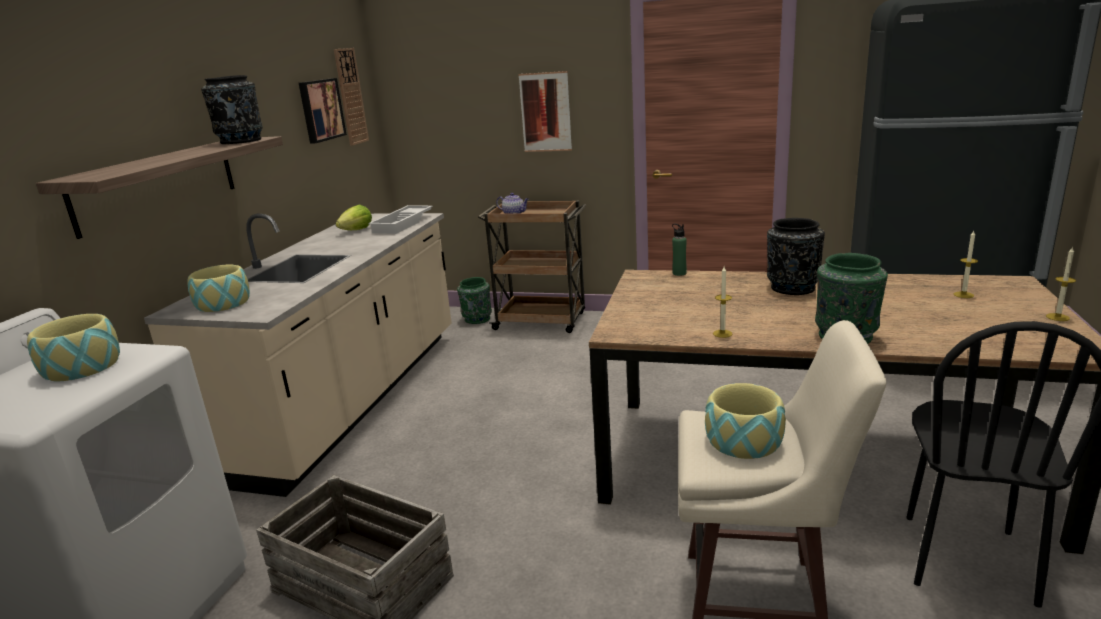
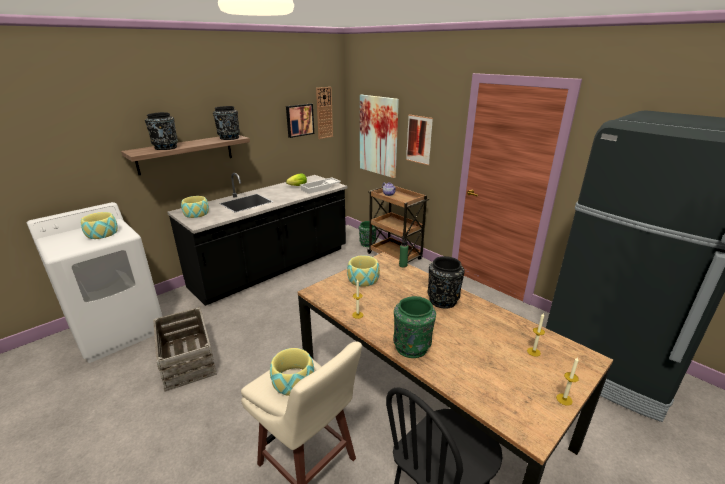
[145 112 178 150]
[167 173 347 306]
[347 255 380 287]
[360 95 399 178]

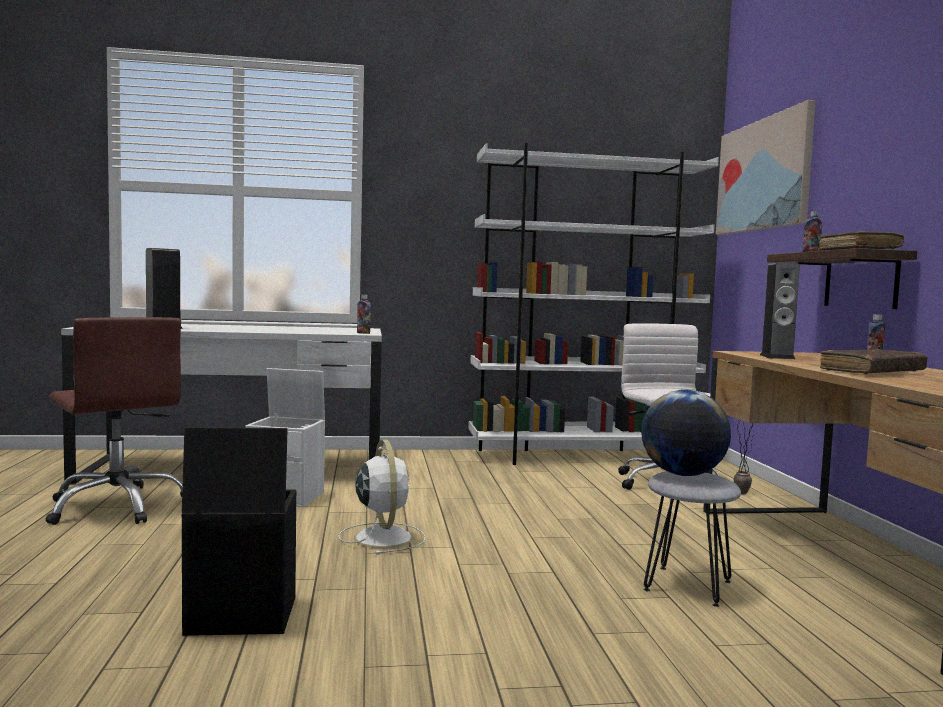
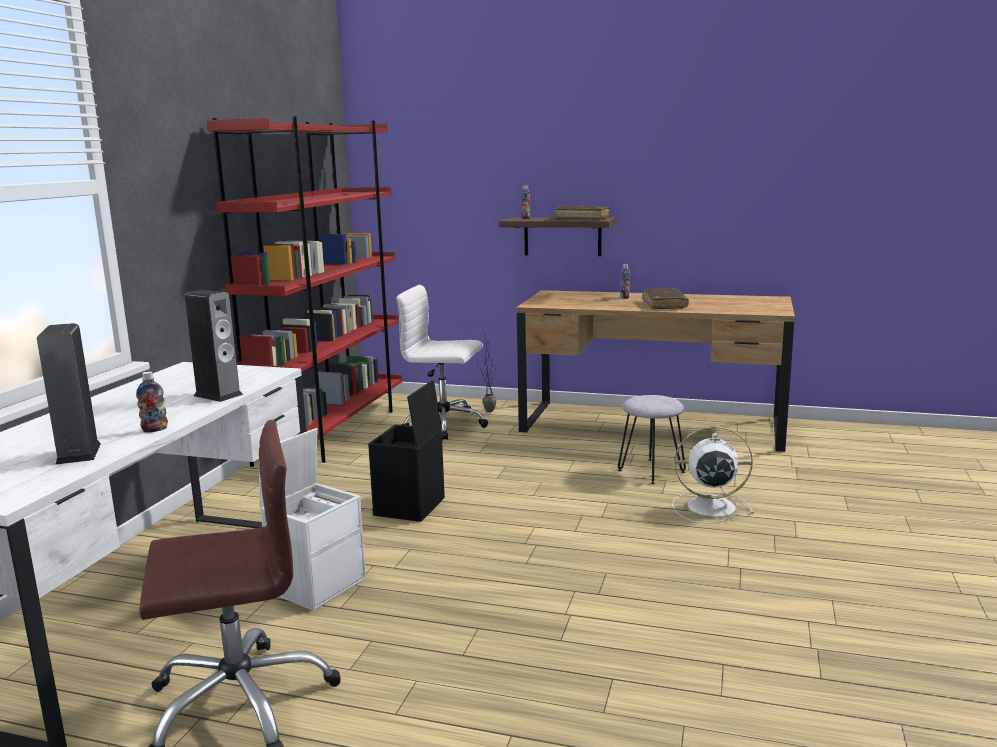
[136 372 168 432]
[185 290 243 402]
[206 116 402 467]
[368 380 445 522]
[672 426 754 523]
[641 390 731 476] (first image)
[716 100 816 235] (first image)

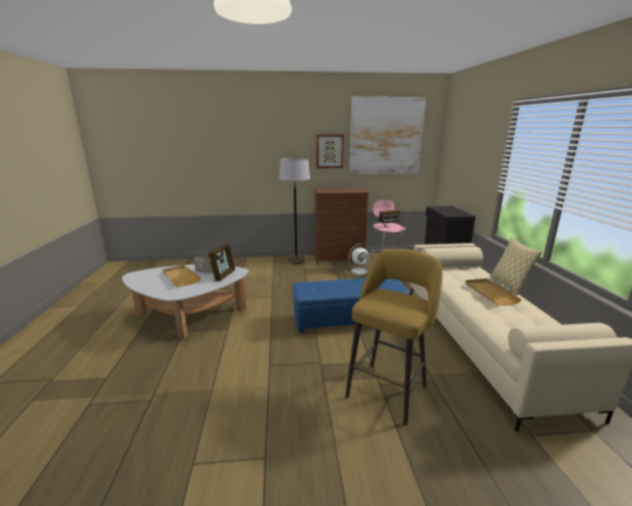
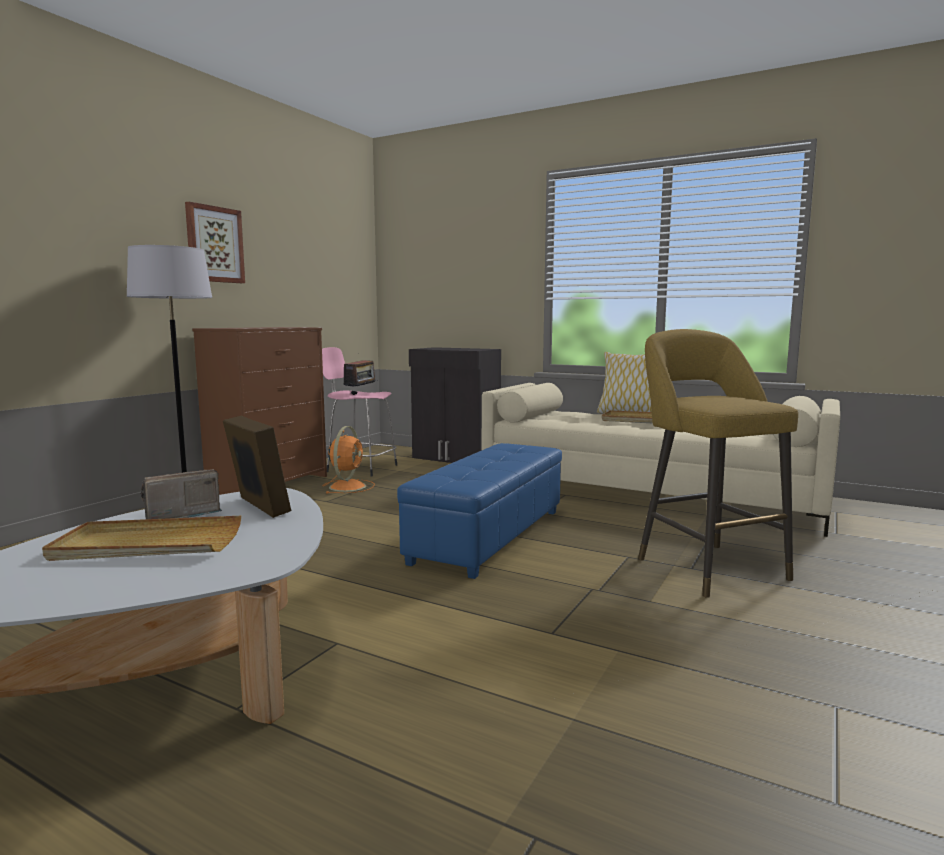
[322 426 375 494]
[349 97 426 175] (first image)

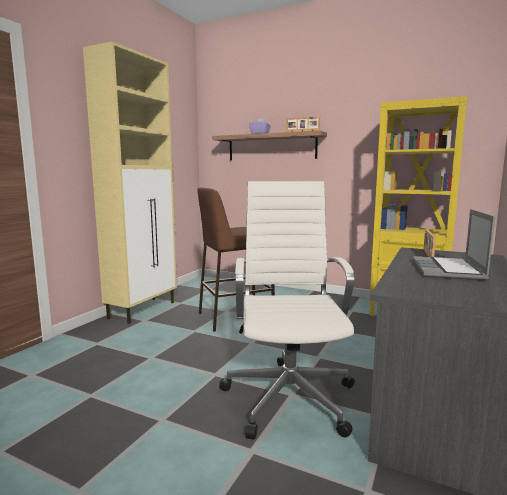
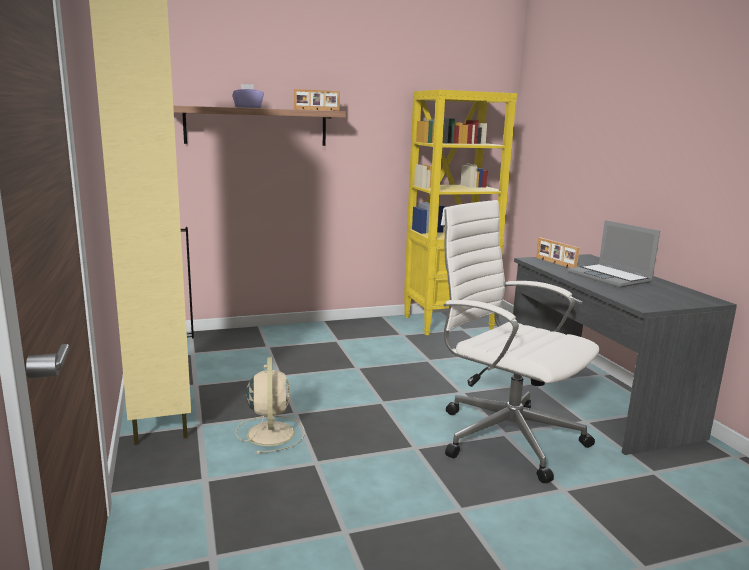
[235 357 305 454]
[197 187 275 332] (first image)

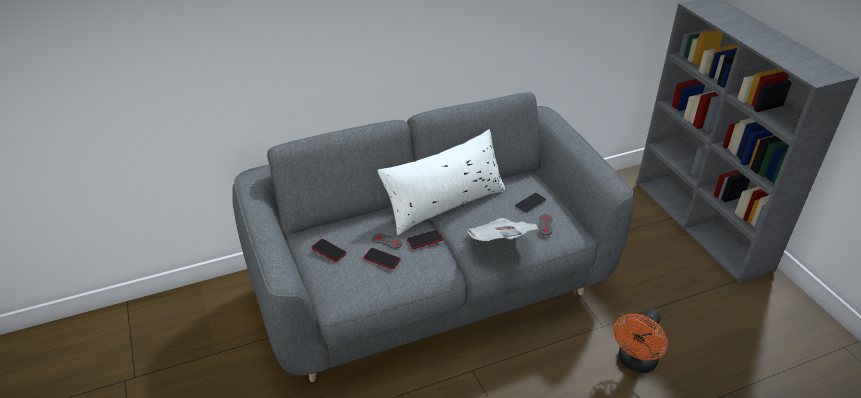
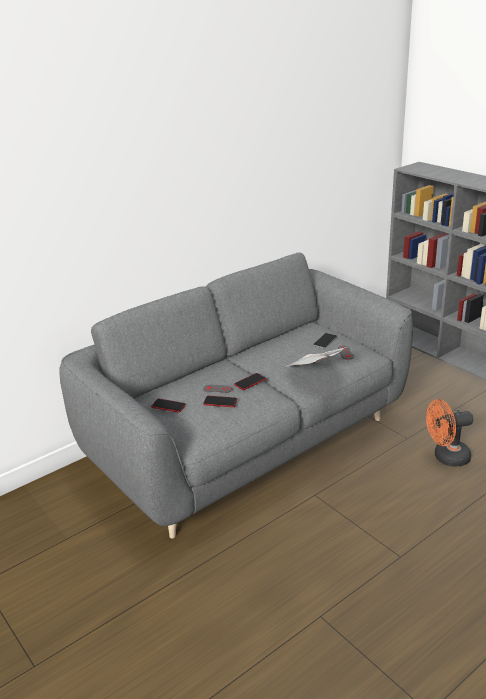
[426 399 473 467]
[377 129 506 235] (first image)

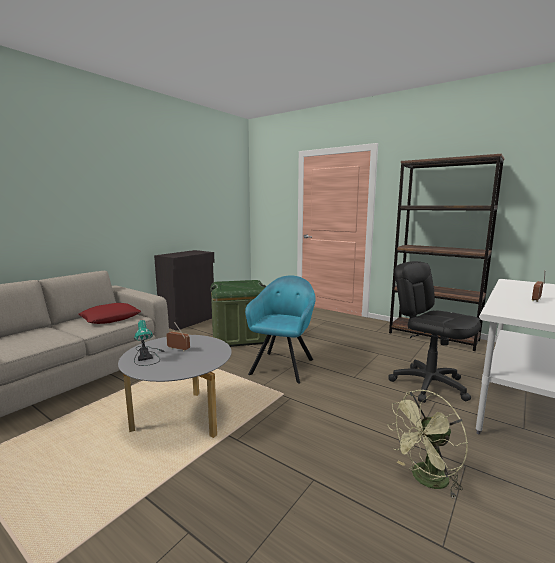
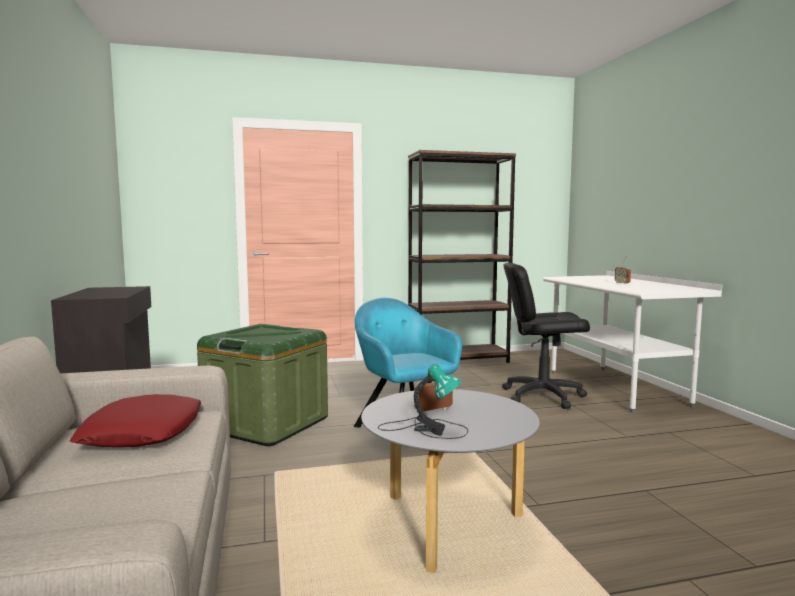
[387 390 468 499] (first image)

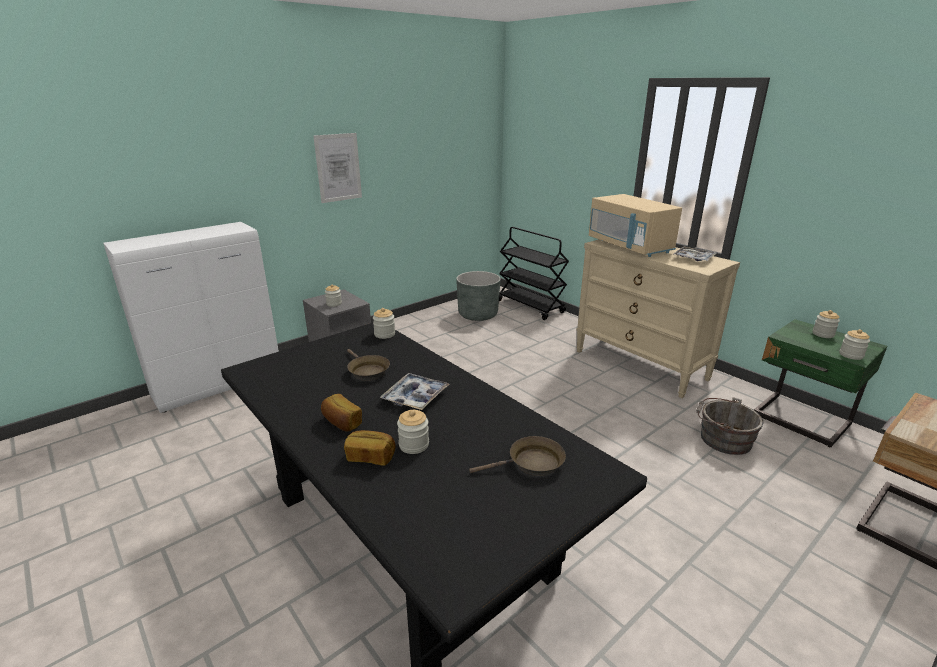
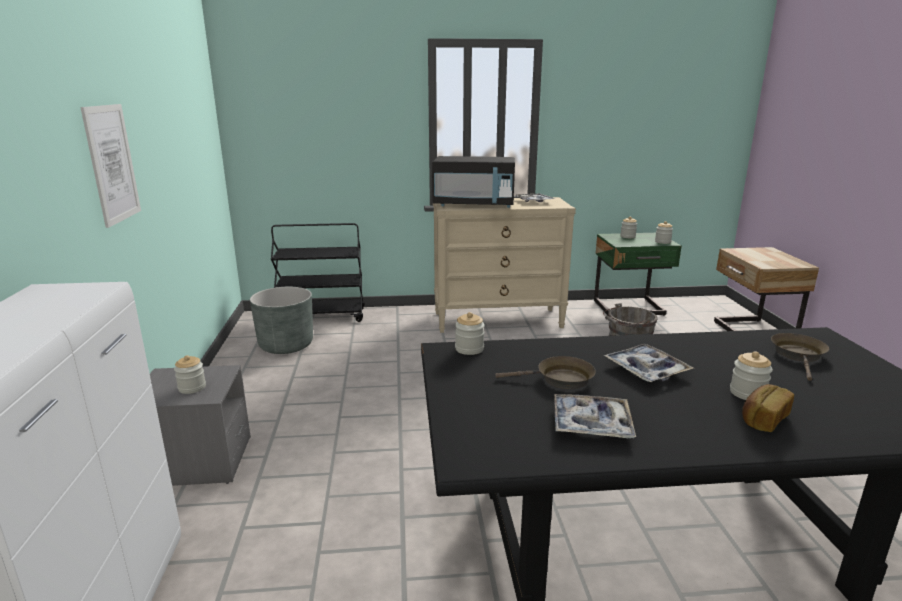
[432 156 515 208]
[554 394 636 438]
[321 394 362 431] (first image)

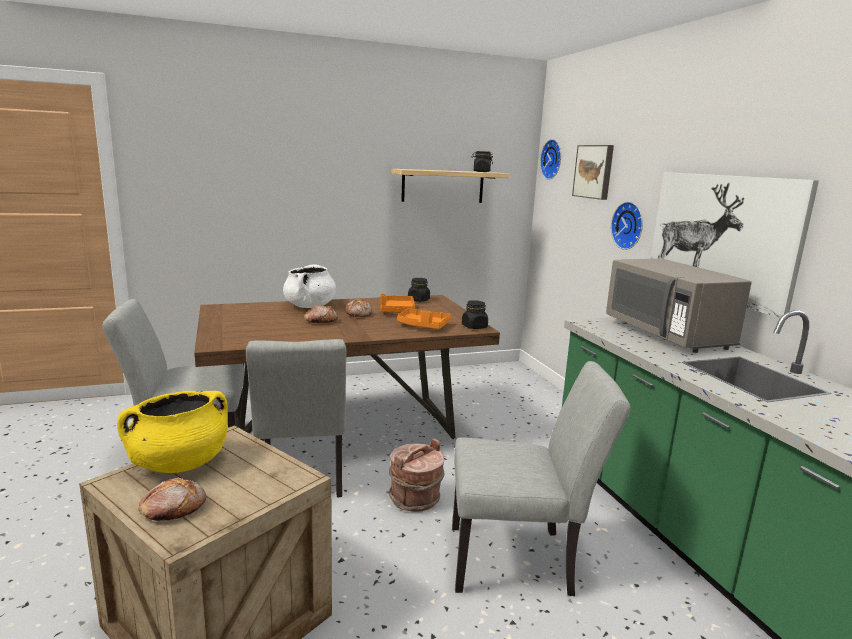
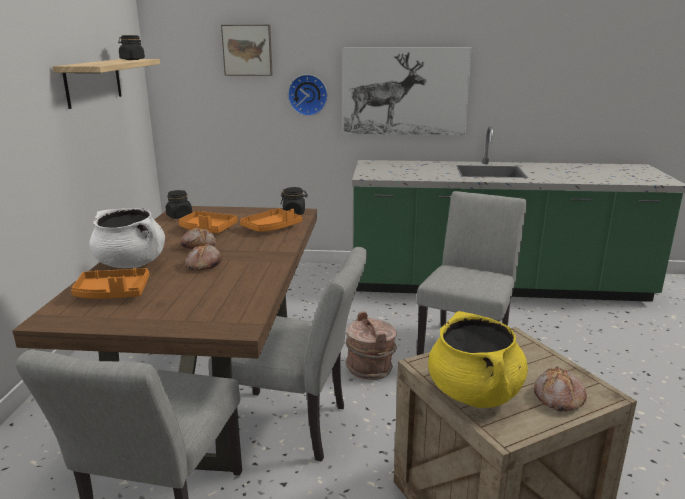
[71 268 149 299]
[540 139 561 180] (first image)
[606 259 752 353] (first image)

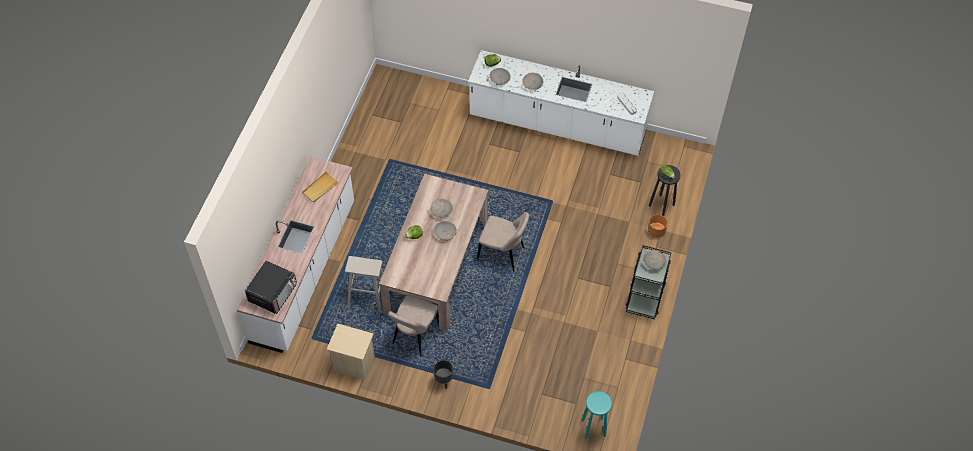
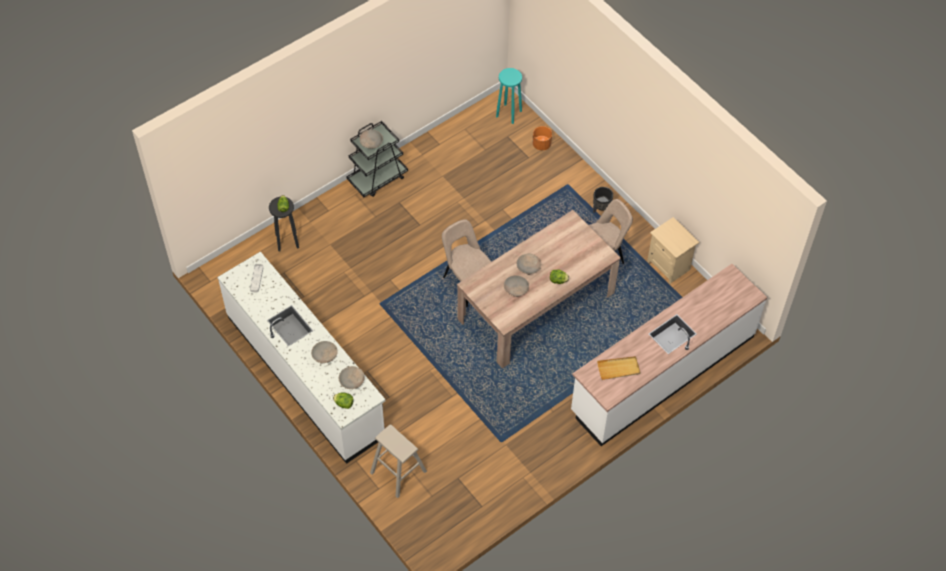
[370 424 427 498]
[533 126 552 150]
[245 261 297 314] (first image)

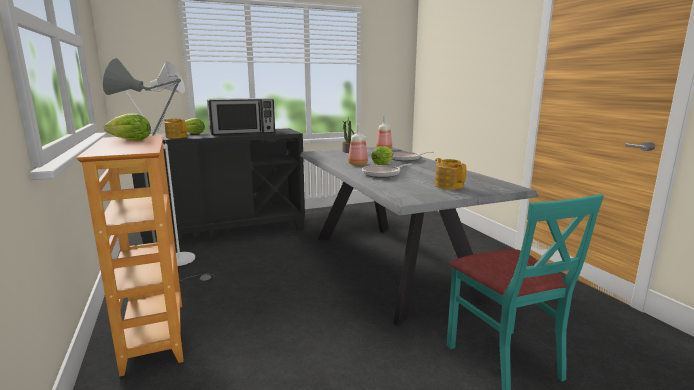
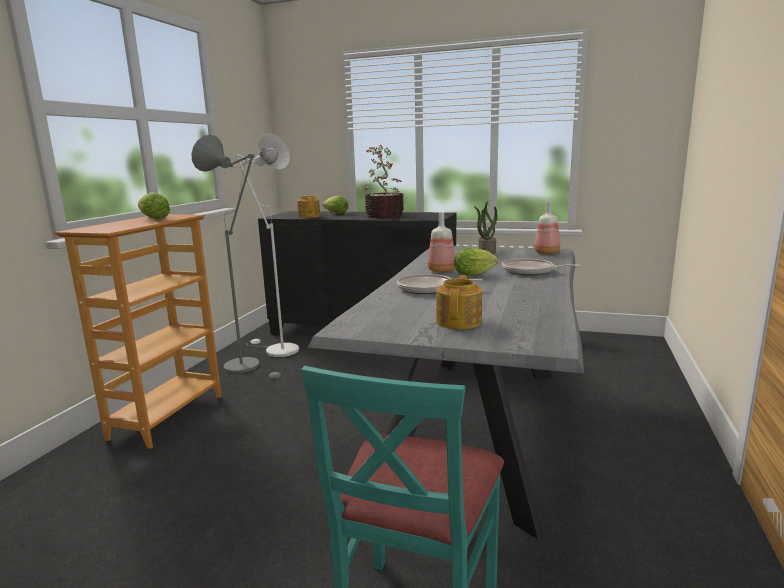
[365 145 404 218]

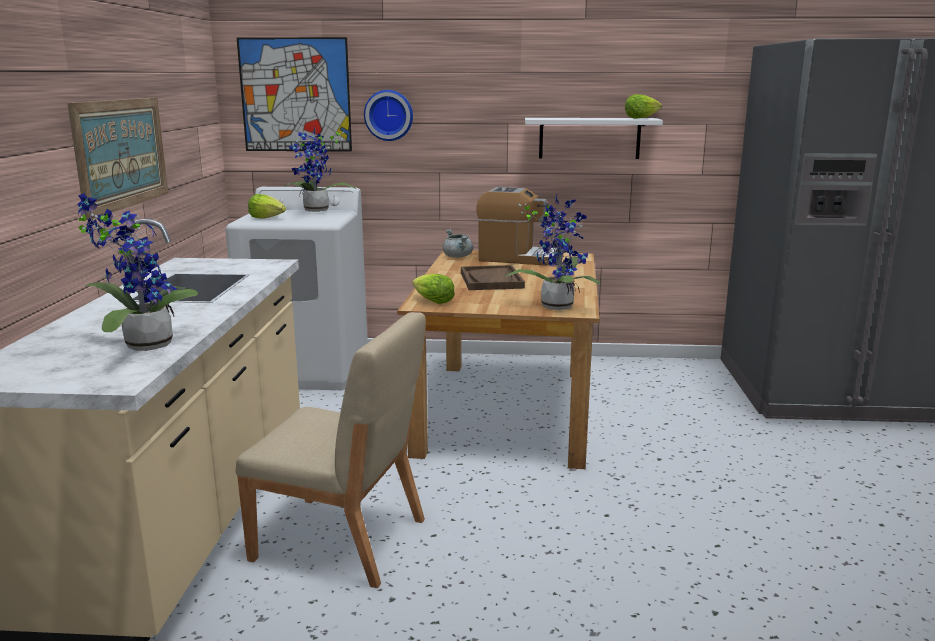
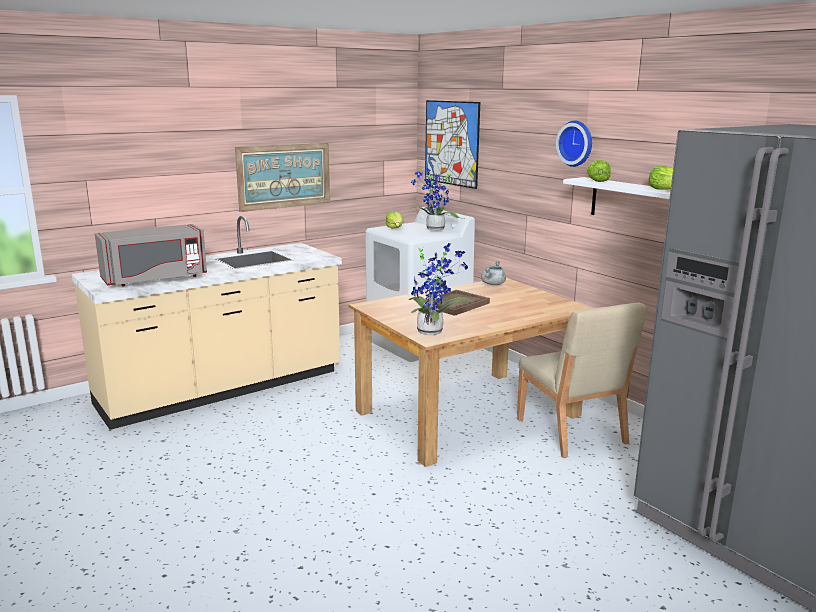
[95 224 207 286]
[517 303 647 458]
[556 121 592 167]
[586 160 611 182]
[476 187 557 266] (first image)

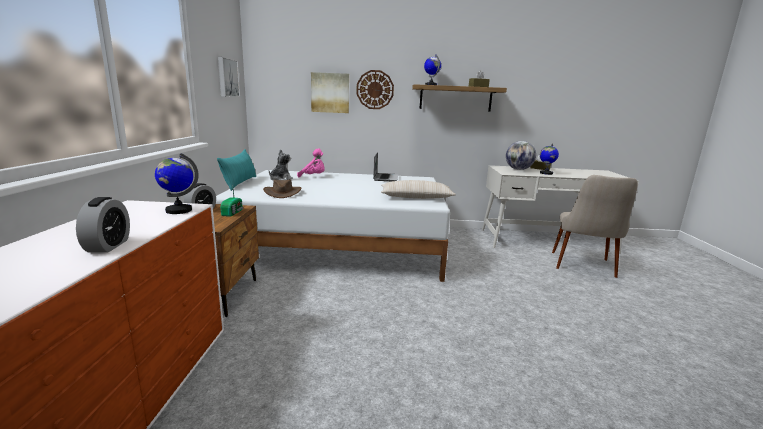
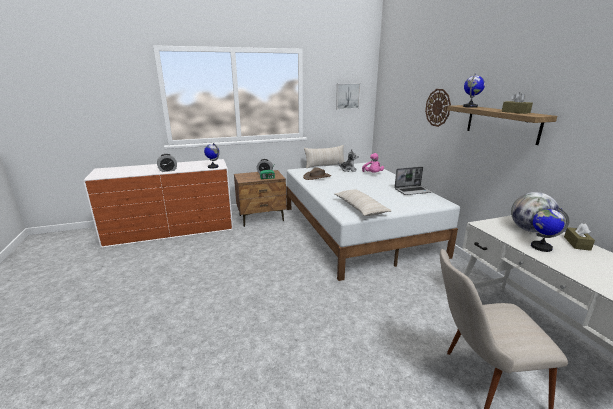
[304 145 345 168]
[311 72 349 113] (first image)

